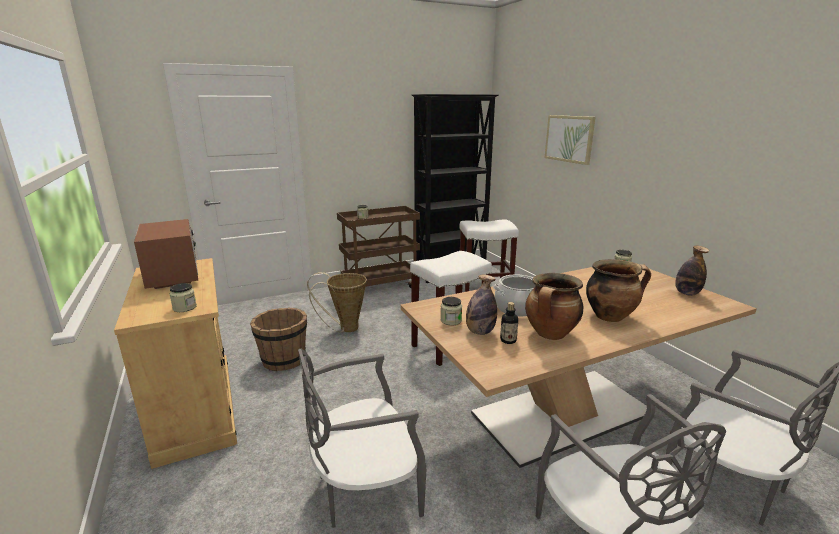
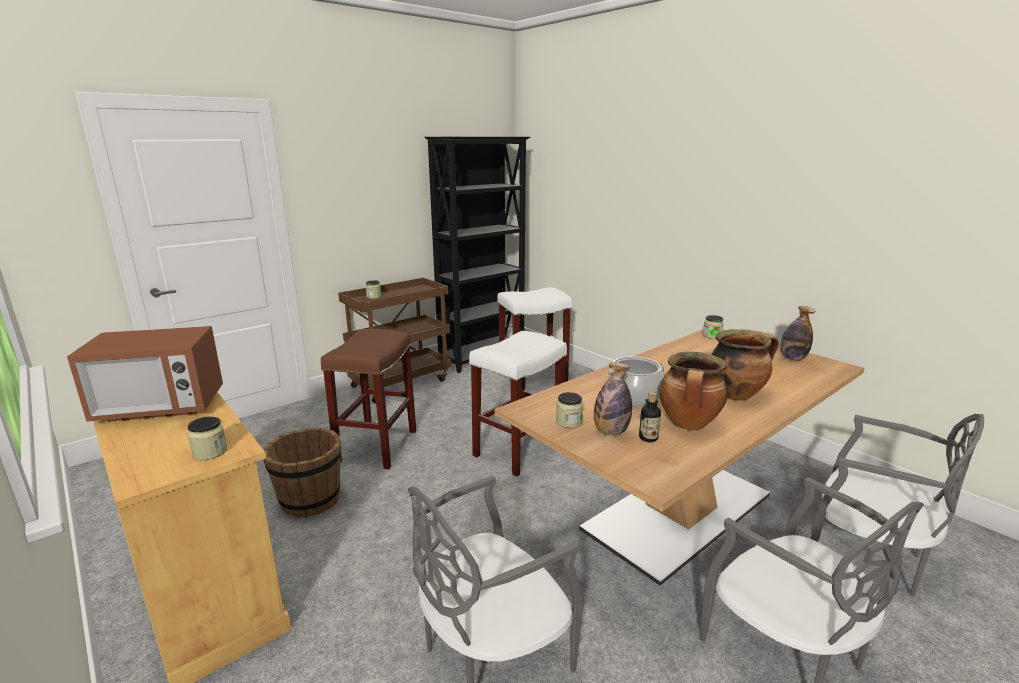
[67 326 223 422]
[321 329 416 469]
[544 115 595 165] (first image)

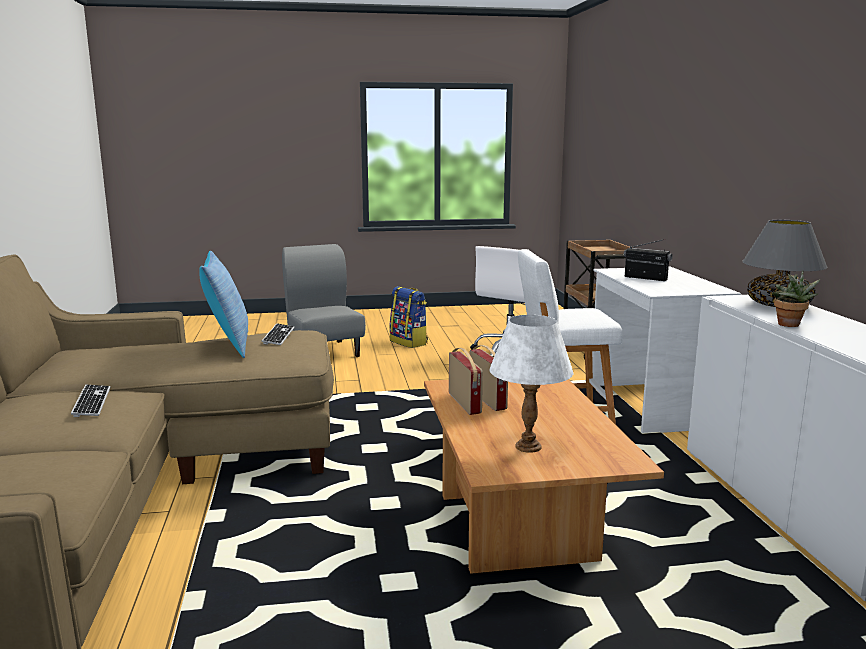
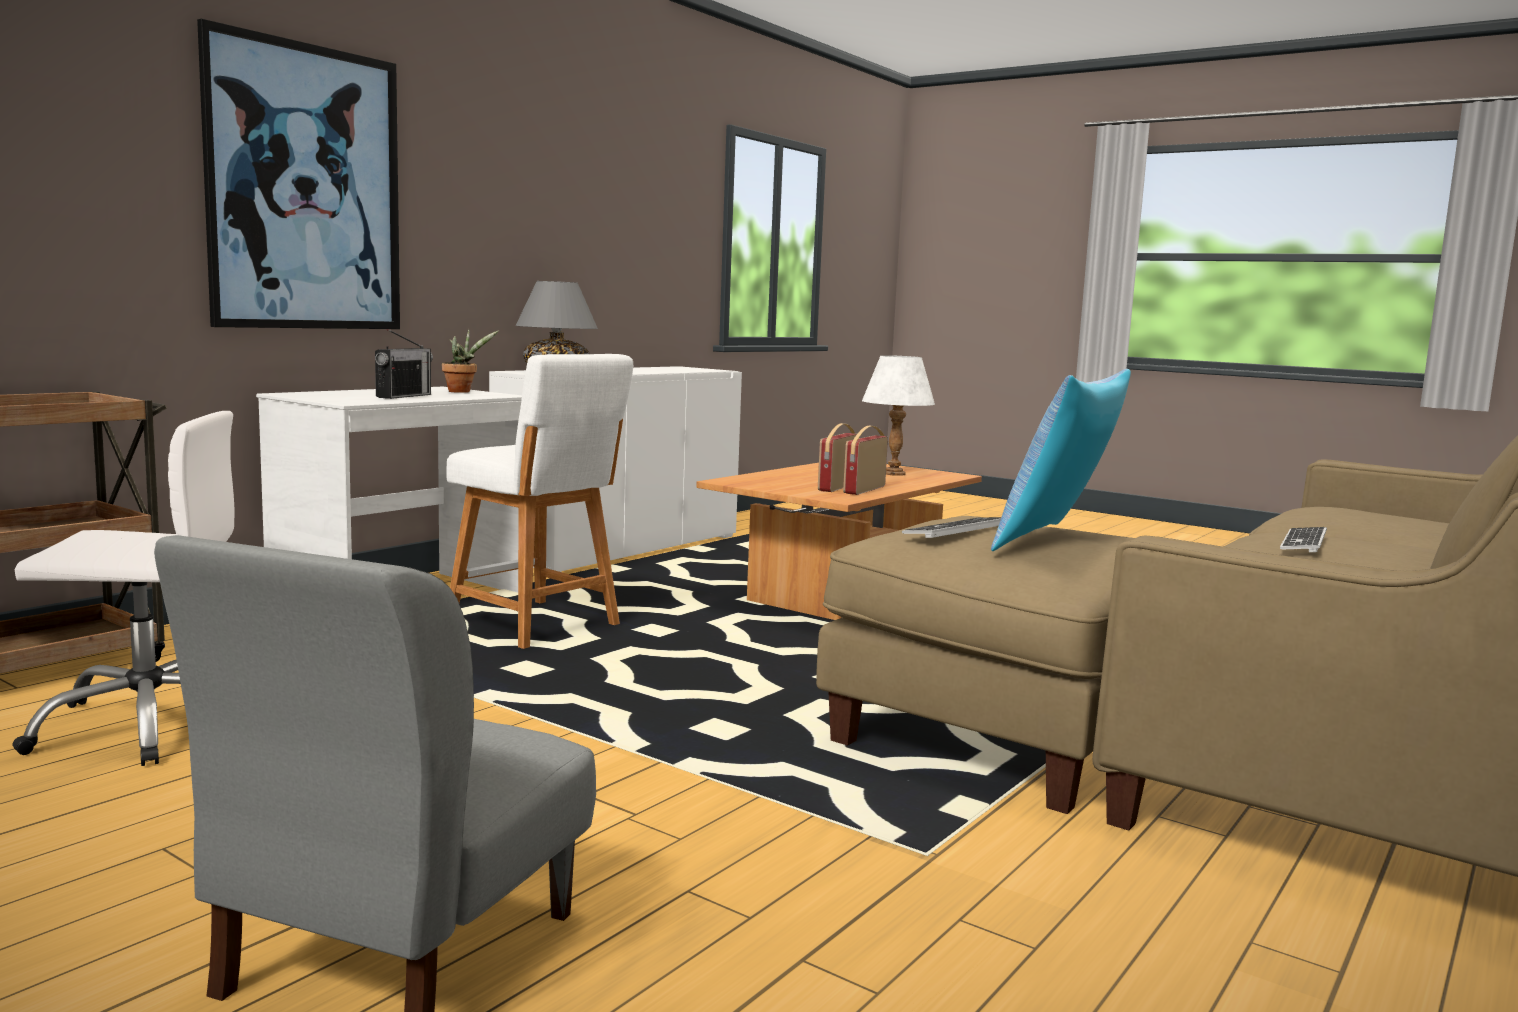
[197 19 400 329]
[375 329 433 399]
[442 329 499 393]
[390 286 428 348] (first image)

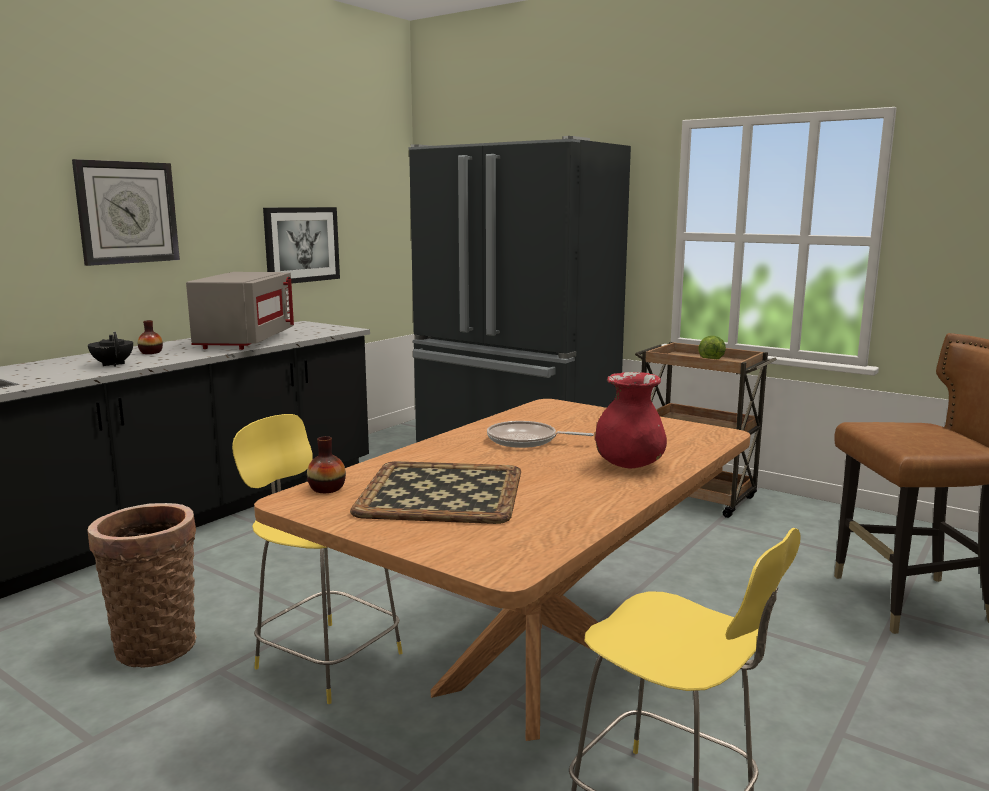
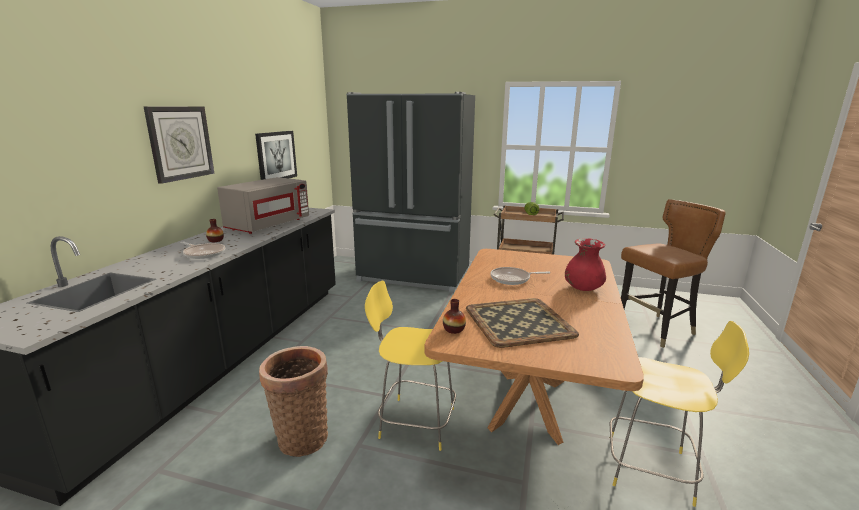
[180 242 225 259]
[217 177 309 234]

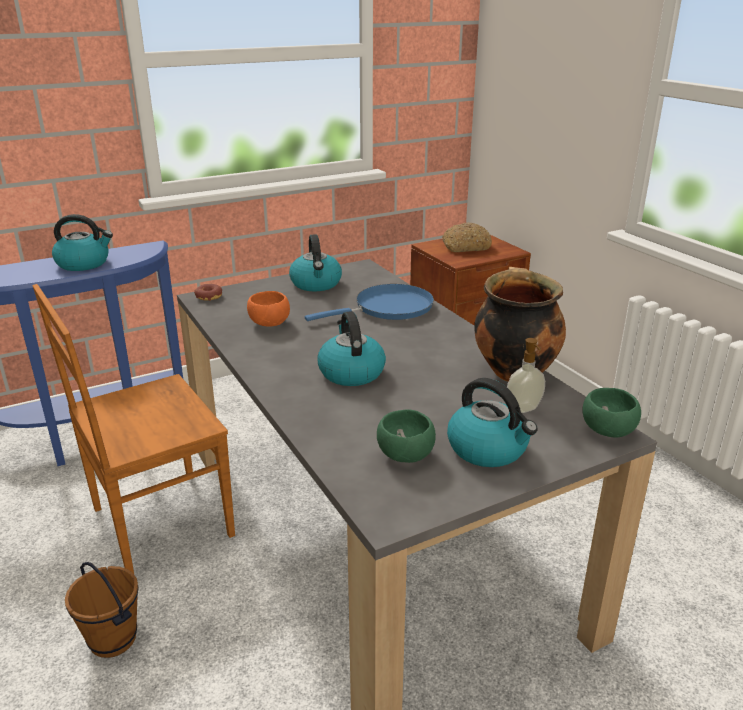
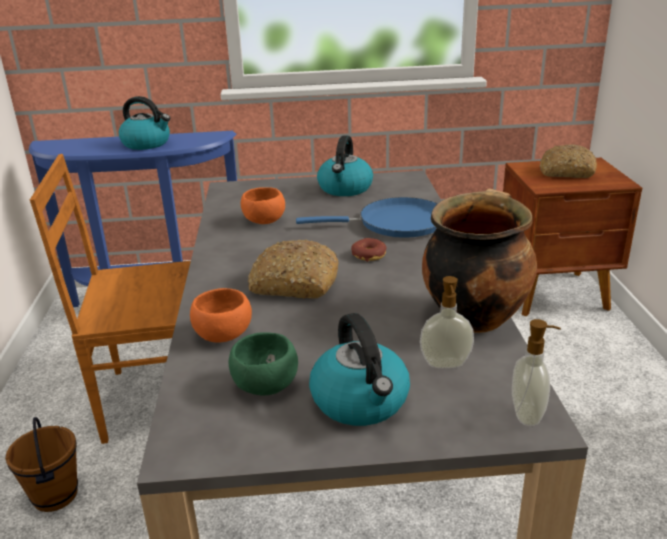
[190 288 252 343]
[248 240 338 299]
[351 238 386 262]
[512 319 561 426]

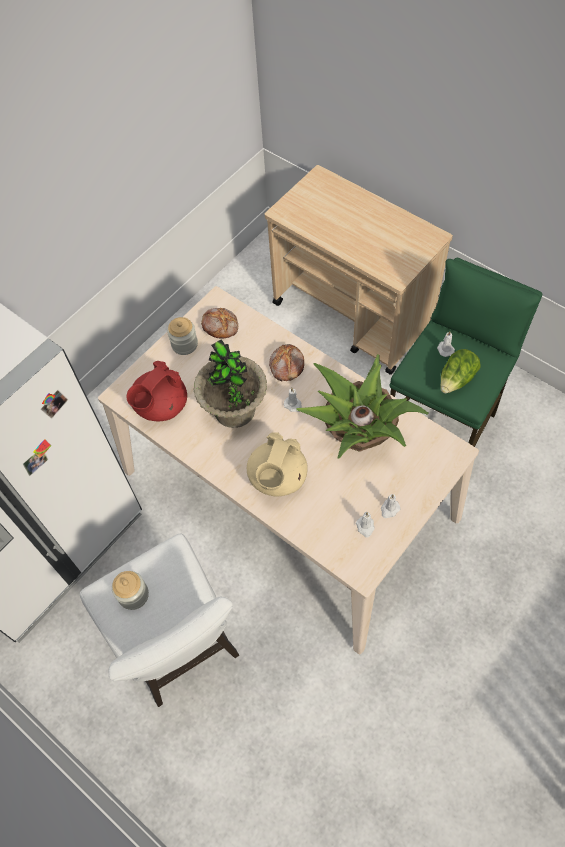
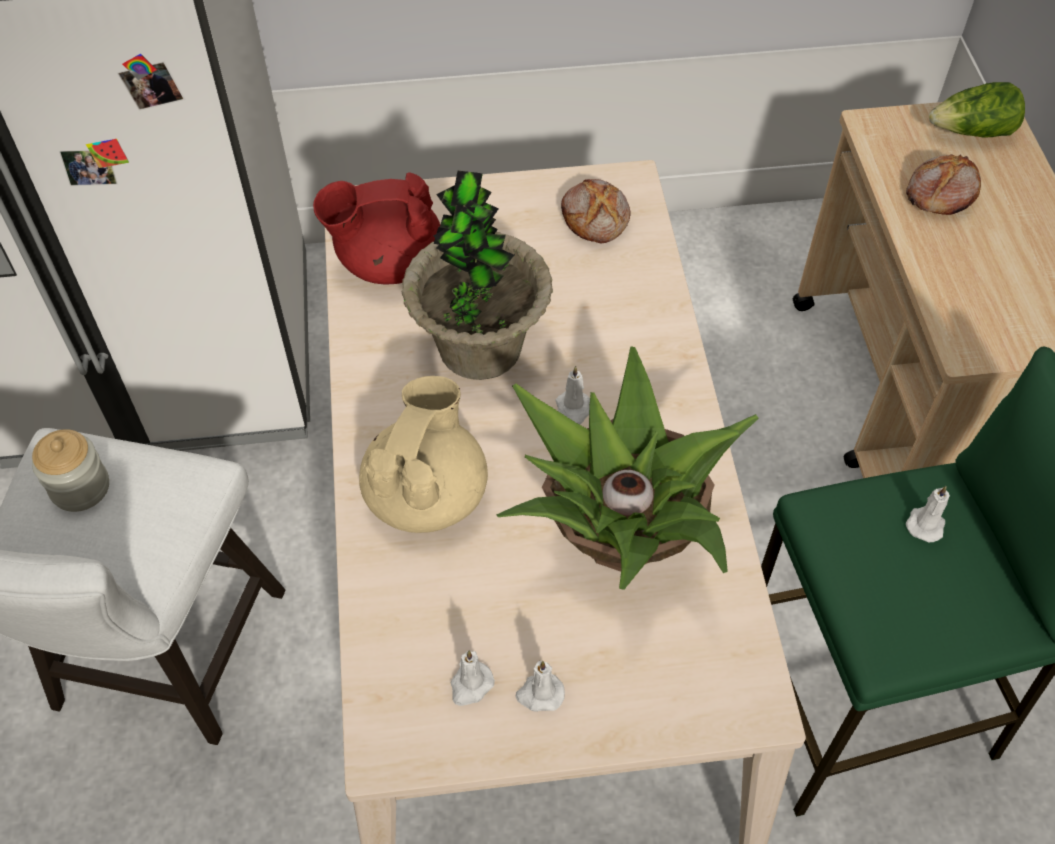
[359 376 488 533]
[906 154 981 215]
[929 82 1025 138]
[167 317 198 355] (first image)

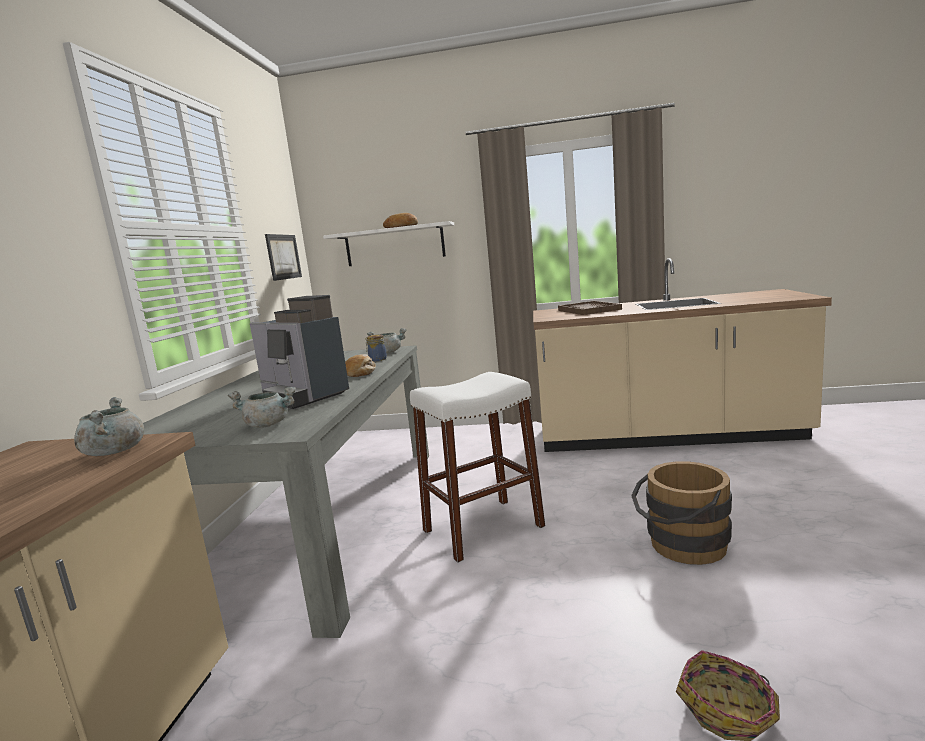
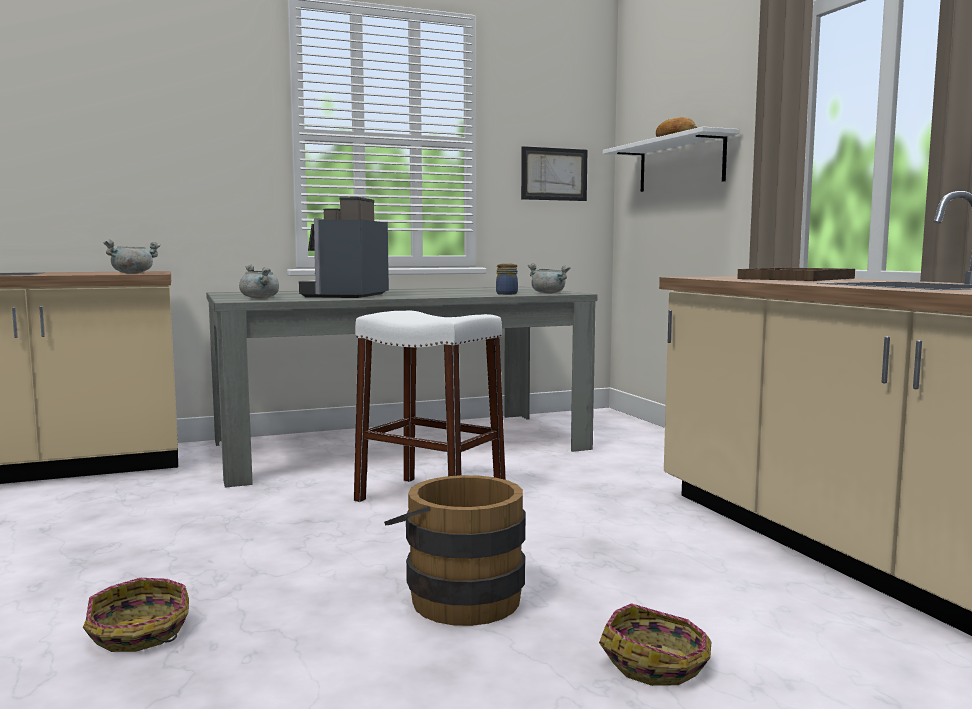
[599 603 711 686]
[345 354 376 377] (first image)

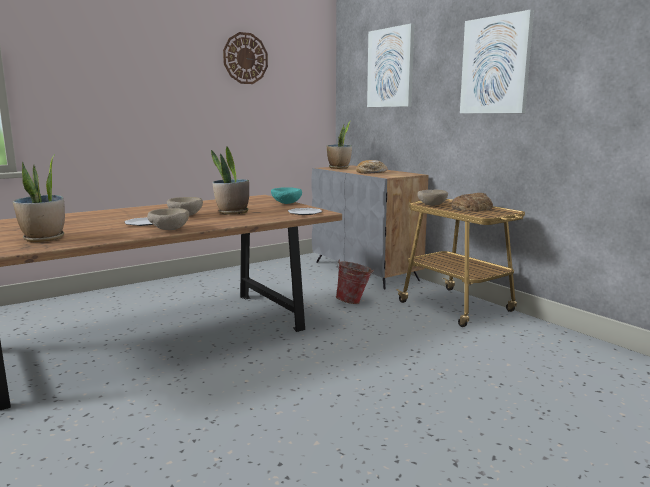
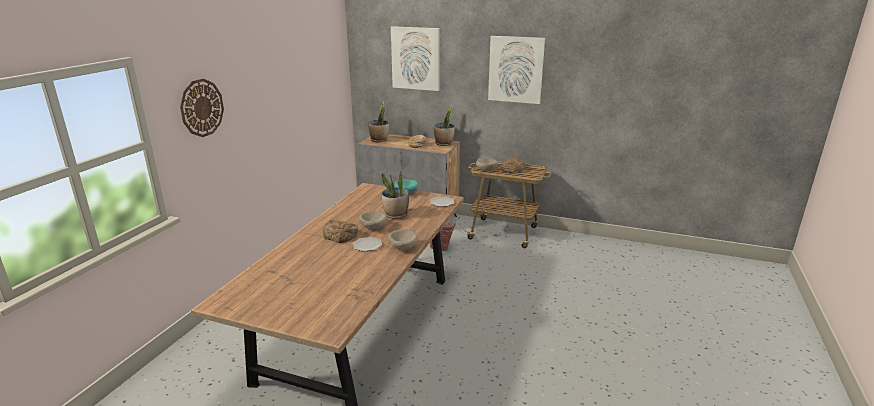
[180 79 224 137]
[323 220 358 243]
[433 104 455 146]

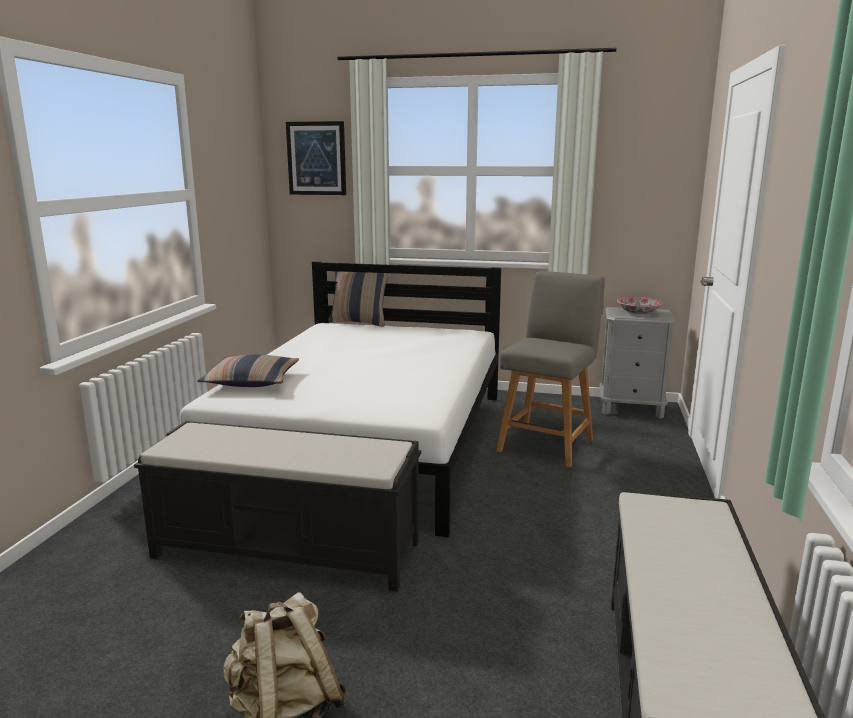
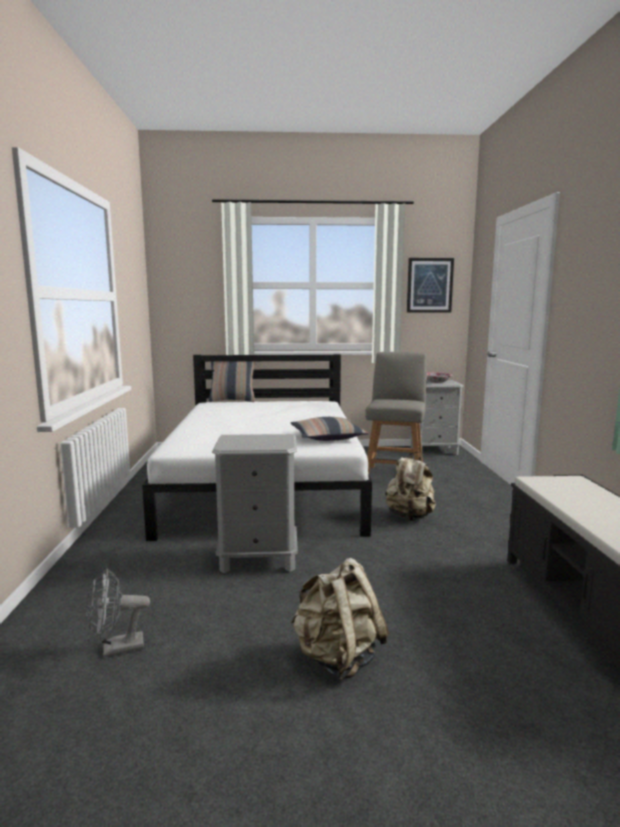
[86 568 150 657]
[212 434 298 573]
[291 417 368 441]
[385 452 436 521]
[407 258 454 313]

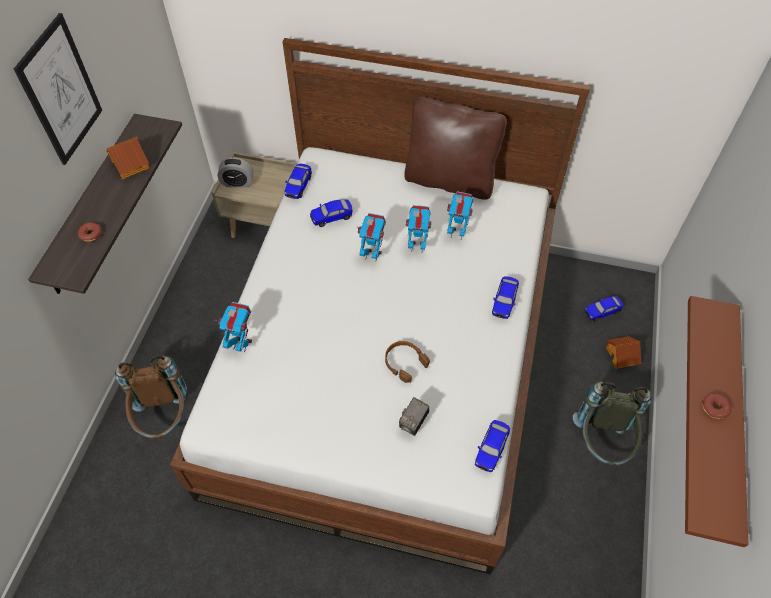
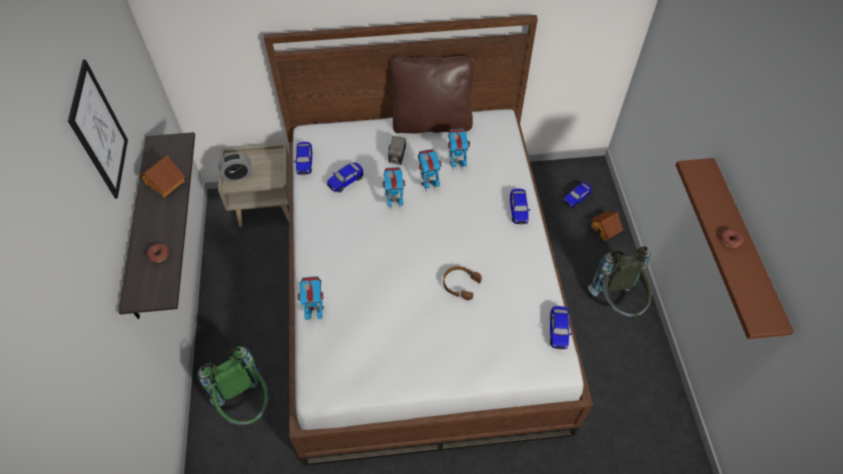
[197 347 269 425]
[388 136 406 165]

